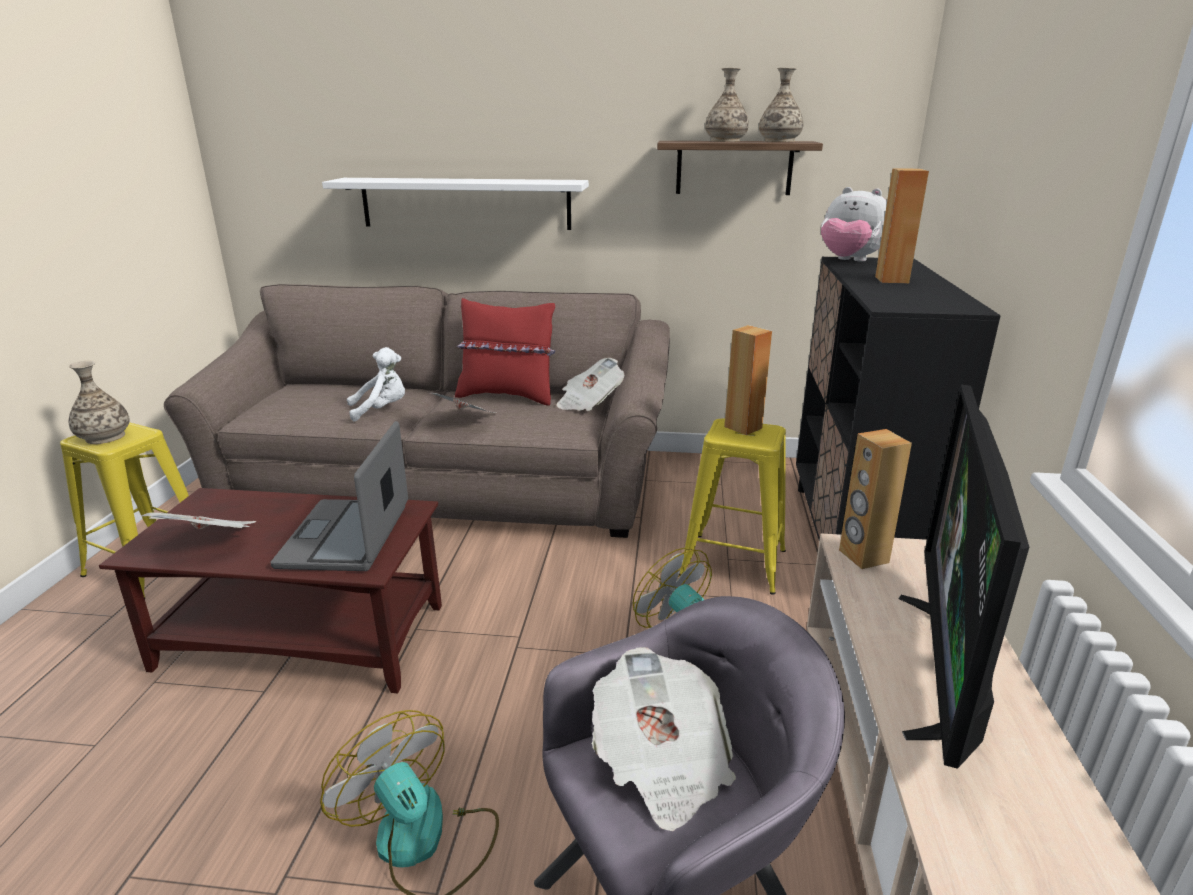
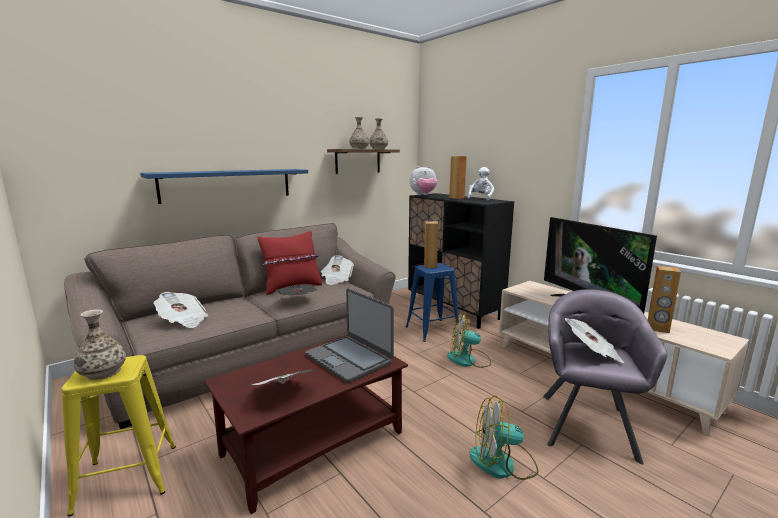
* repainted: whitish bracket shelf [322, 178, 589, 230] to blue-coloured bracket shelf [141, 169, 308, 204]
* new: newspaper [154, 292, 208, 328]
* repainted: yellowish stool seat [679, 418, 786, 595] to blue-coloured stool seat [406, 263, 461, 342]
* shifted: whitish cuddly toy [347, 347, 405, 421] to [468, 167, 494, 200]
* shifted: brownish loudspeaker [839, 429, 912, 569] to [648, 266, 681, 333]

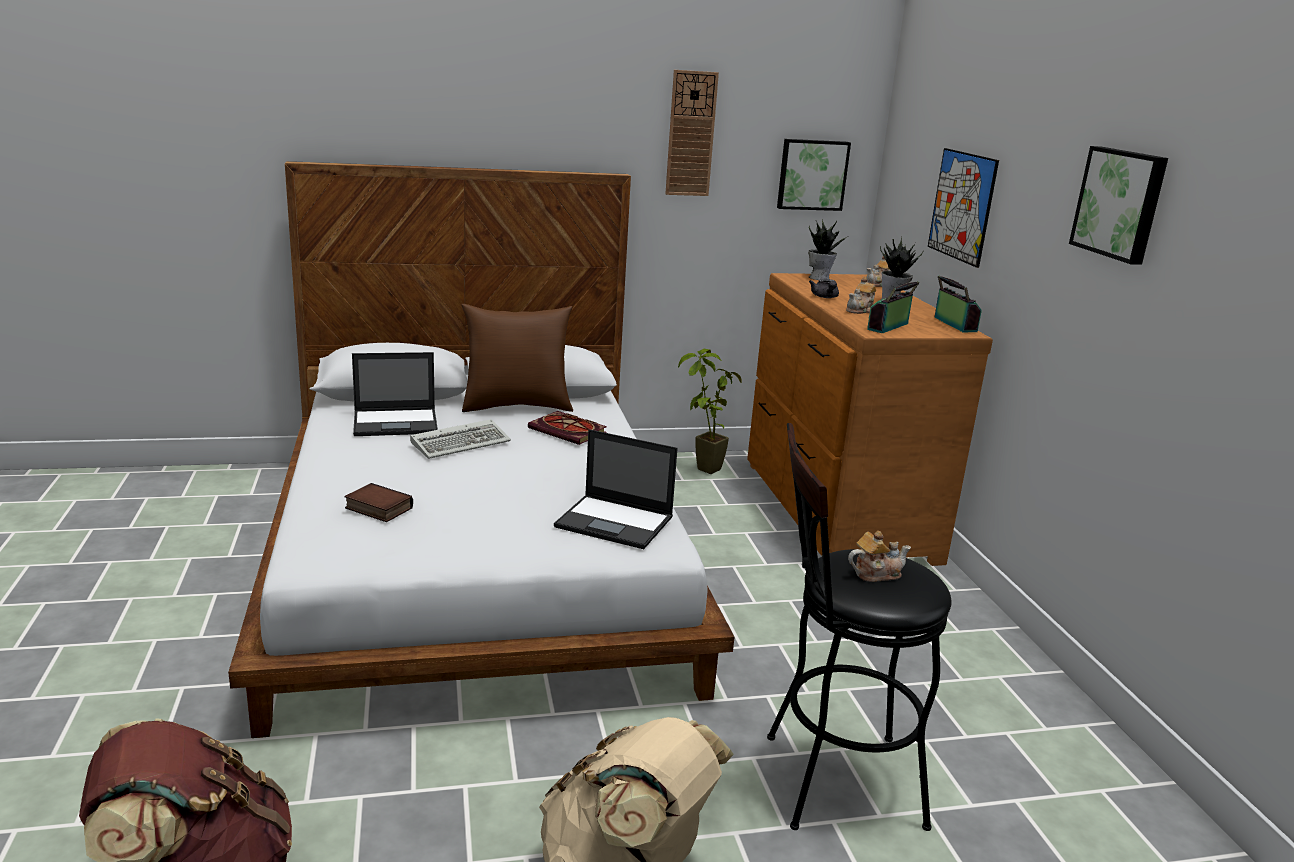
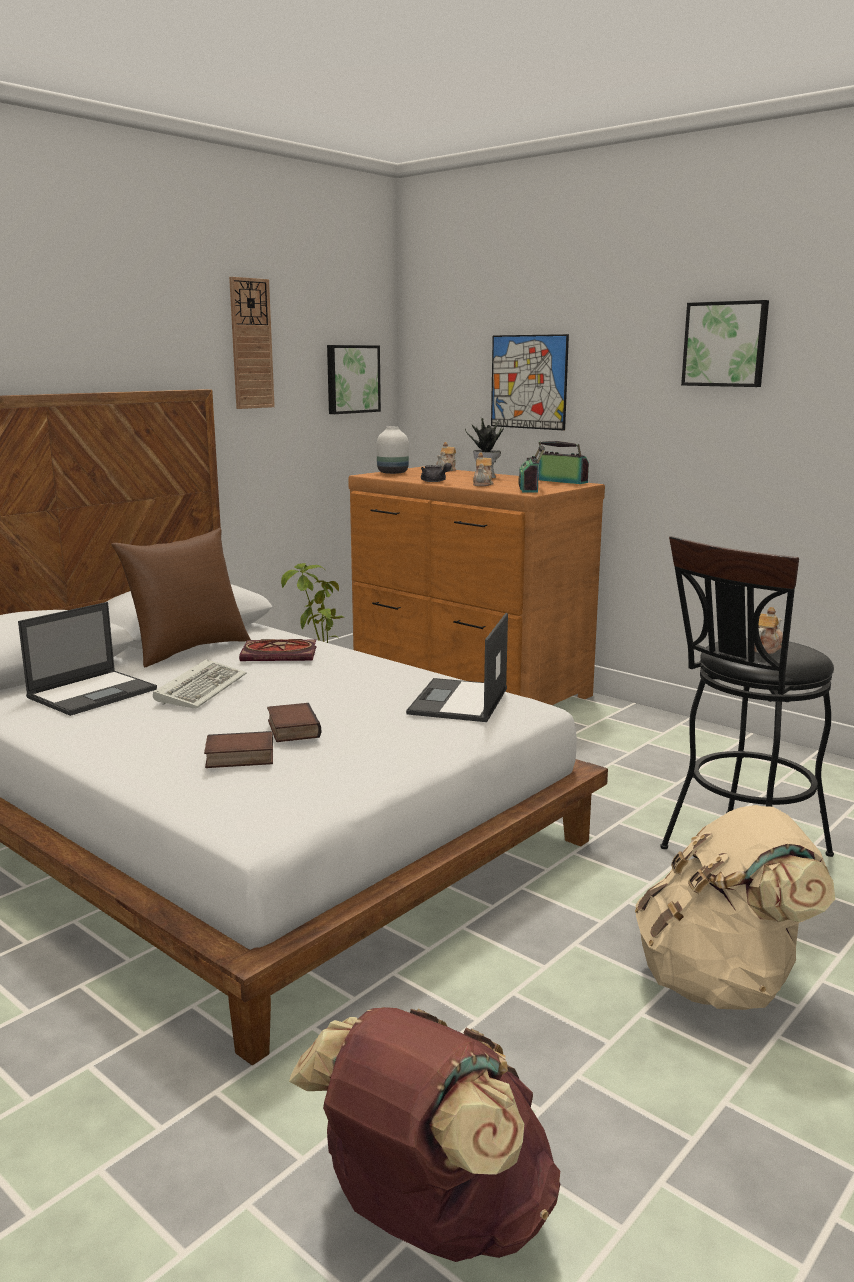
* new: volume [267, 703, 321, 742]
* swapped: houseplant [808, 220, 849, 280] to whitish flower vase [377, 426, 409, 474]
* rotated: notebook computer [554, 429, 678, 549] = [406, 613, 508, 722] 120 degrees clockwise

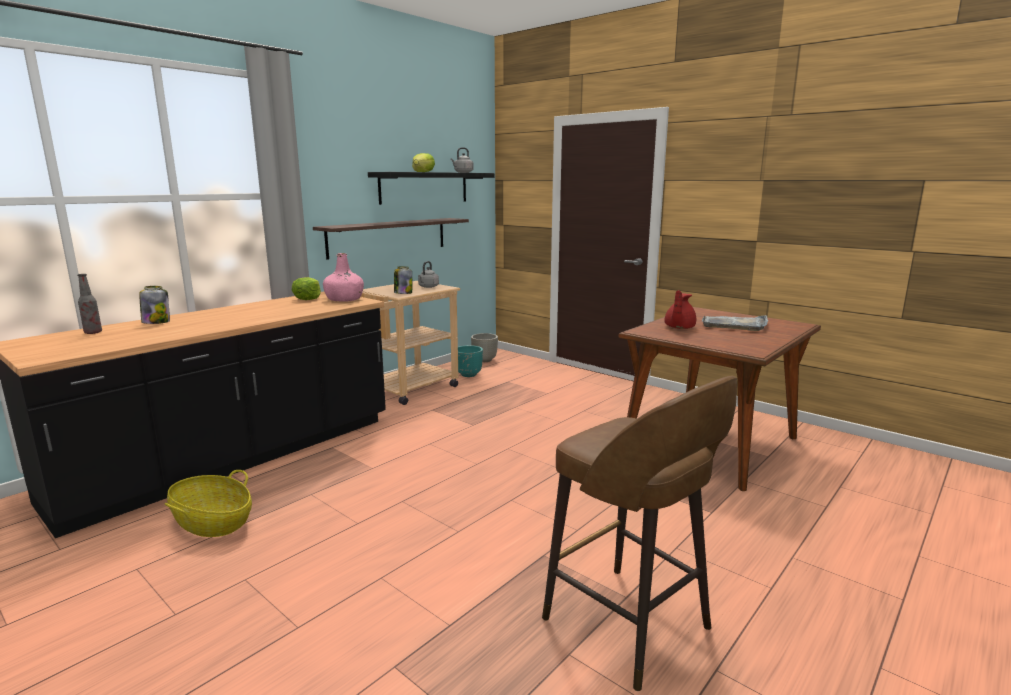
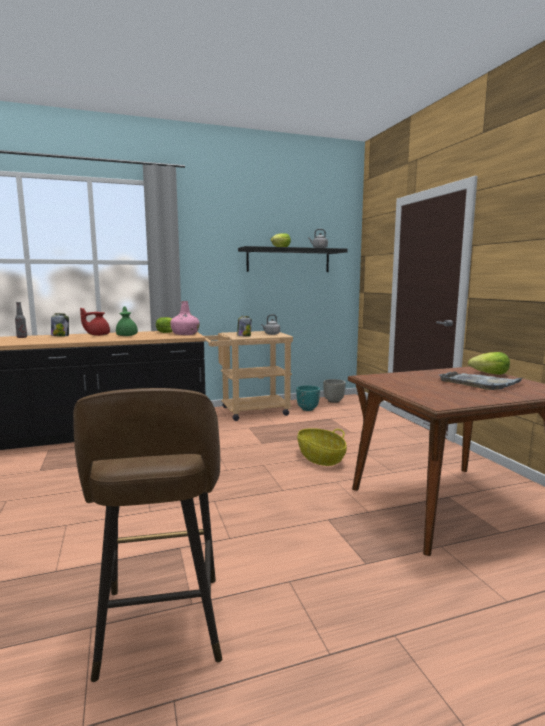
* shifted: reddish tea pot [664, 290, 696, 329] to [80, 308, 110, 336]
* new: green tea pot [116, 307, 138, 336]
* shifted: household basket [165, 470, 252, 537] to [297, 428, 347, 466]
* new: lettuce head [468, 352, 510, 375]
* gone: bracket shelf [313, 218, 469, 260]

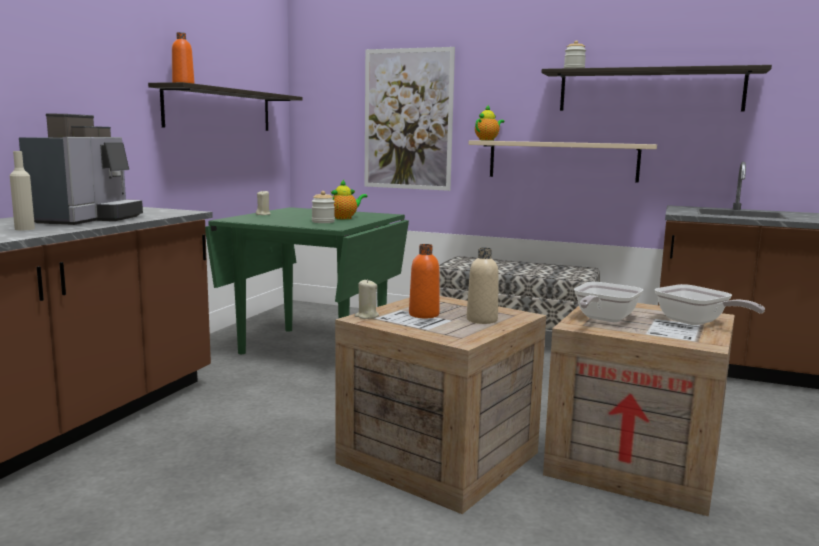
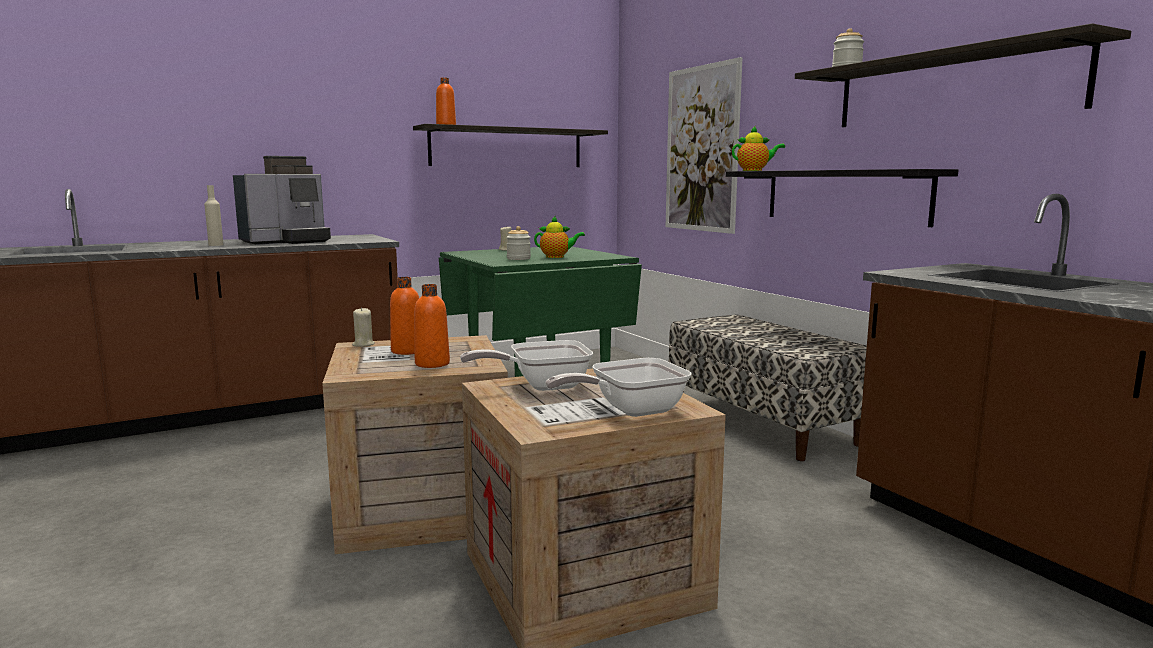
* repainted: beige-coloured bottle [467, 248, 499, 324] to orange bottle [414, 284, 450, 368]
* rotated: frying pan [655, 284, 765, 325] = [546, 358, 691, 417] 60 degrees clockwise
* repainted: beige-coloured bracket shelf [468, 140, 657, 183] to blackish bracket shelf [726, 169, 959, 227]

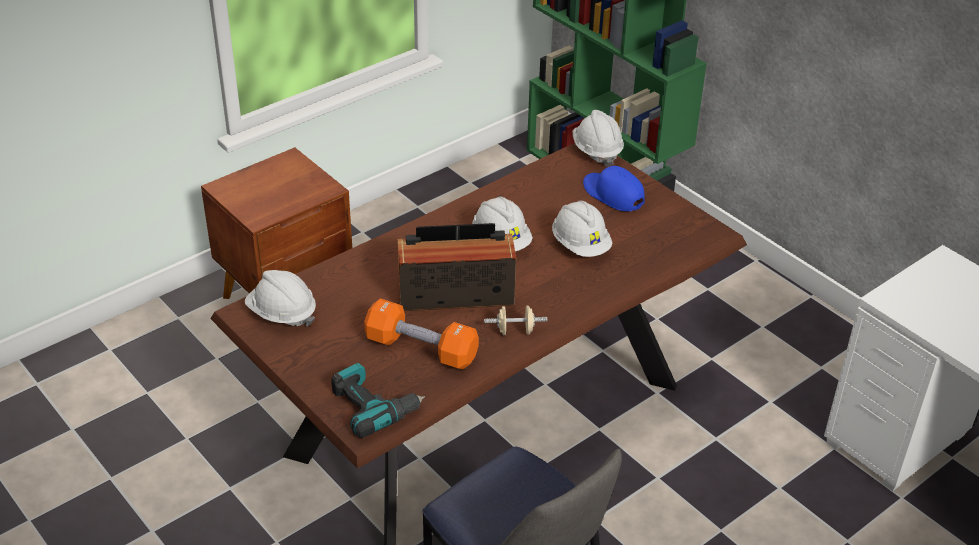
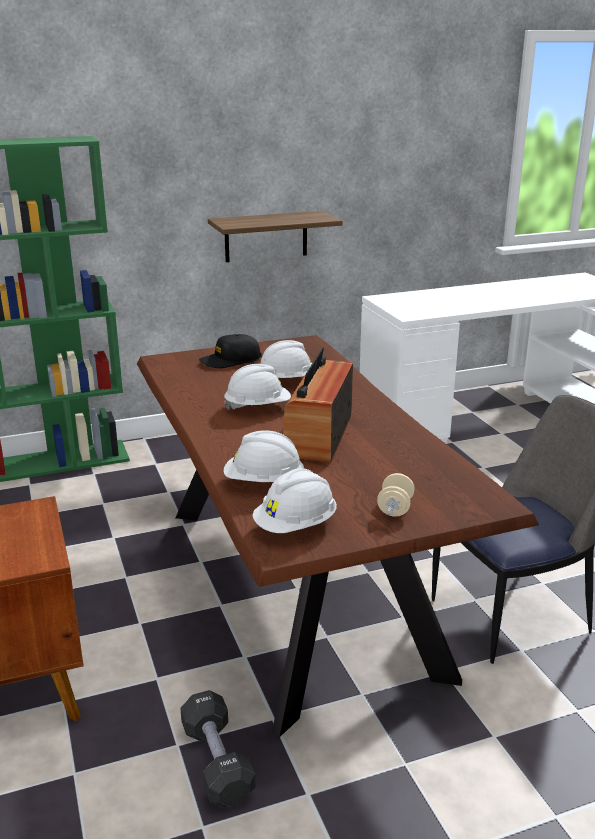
* new: blackish free weight [180, 690, 255, 808]
* repainted: blue-coloured peaked cap [583, 166, 645, 211] to blackish peaked cap [199, 334, 262, 368]
* new: bracket shelf [208, 211, 343, 262]
* shifted: whitish work helmet [573, 110, 624, 167] to [224, 430, 304, 482]
* shifted: beige-coloured free weight [484, 306, 548, 335] to [377, 473, 415, 517]
* gone: power drill [331, 363, 425, 438]
* gone: orange free weight [364, 298, 479, 369]

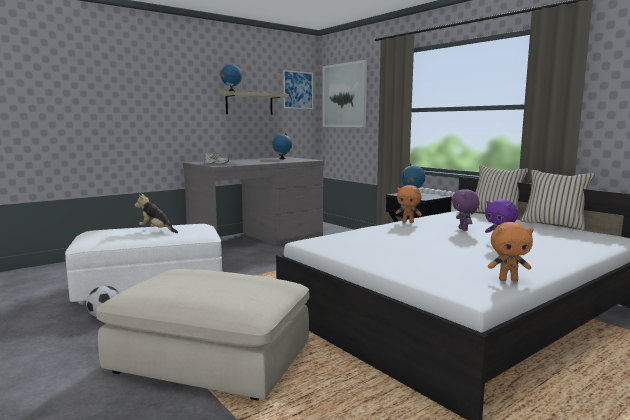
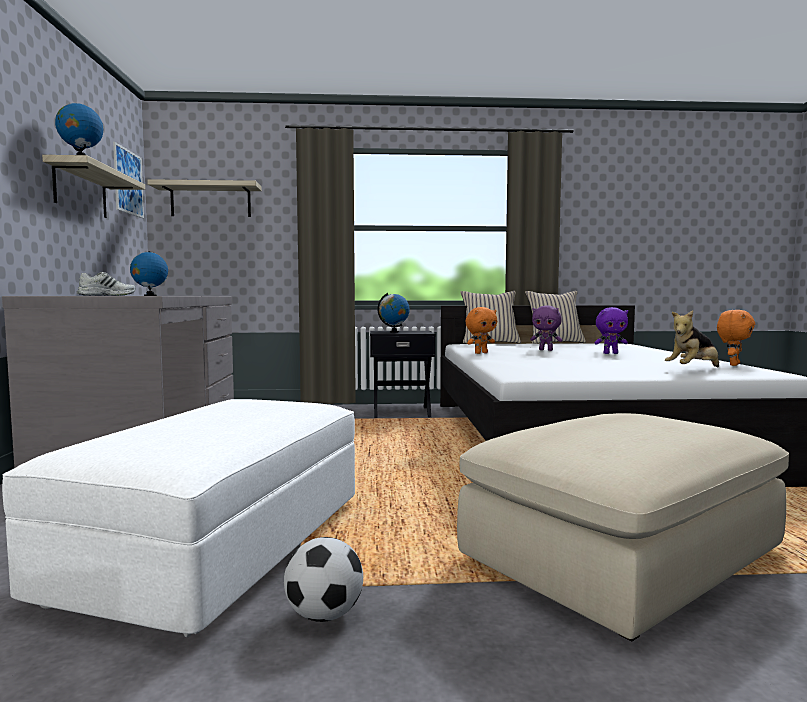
* swapped: wall art [323, 60, 367, 127] to bracket shelf [147, 179, 262, 217]
* shifted: cuddly toy [135, 194, 178, 233] to [665, 310, 719, 367]

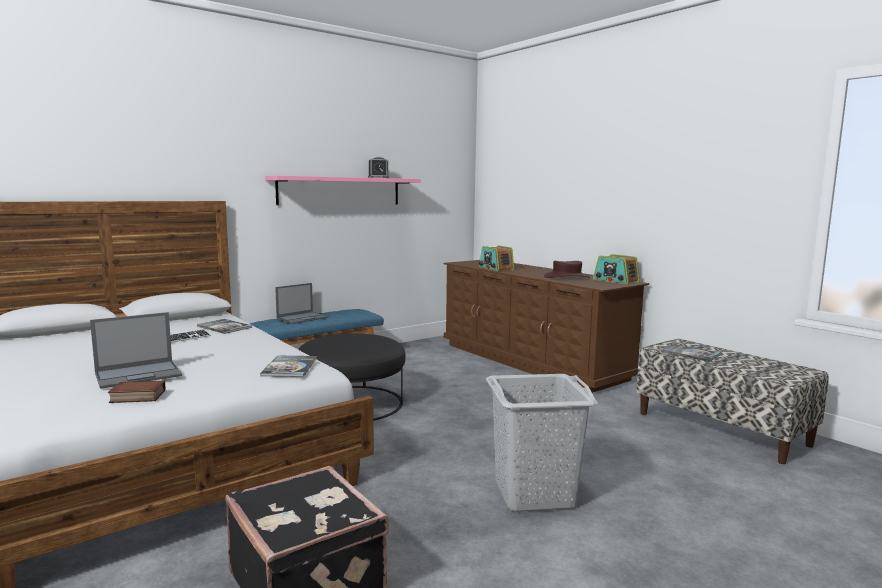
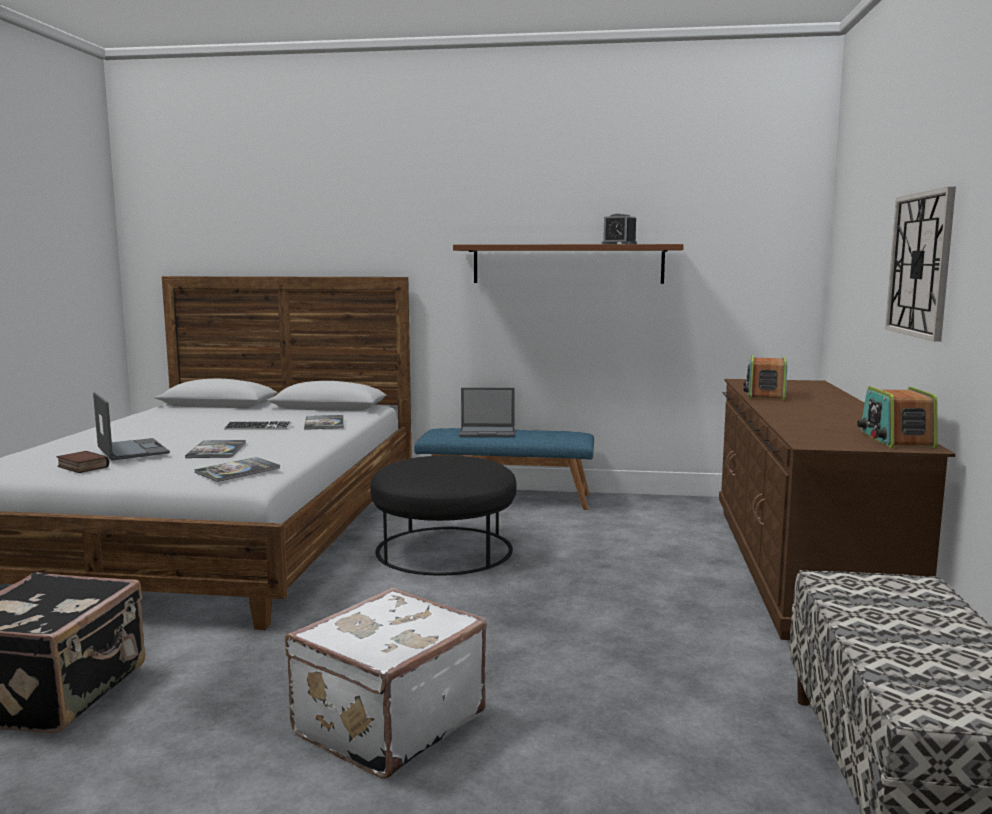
* rotated: notebook computer [90, 312, 182, 389] = [93, 392, 170, 461] 135 degrees counterclockwise
* shifted: volume [663, 344, 720, 362] to [185, 440, 246, 458]
* swapped: greyish laundry basket [486, 374, 598, 512] to whitish piece of luggage [285, 587, 487, 779]
* repainted: pinkish bracket shelf [265, 176, 421, 205] to brownish bracket shelf [453, 244, 684, 284]
* new: clock on the wall [885, 187, 956, 342]
* gone: brownish wearable hat [544, 261, 590, 278]

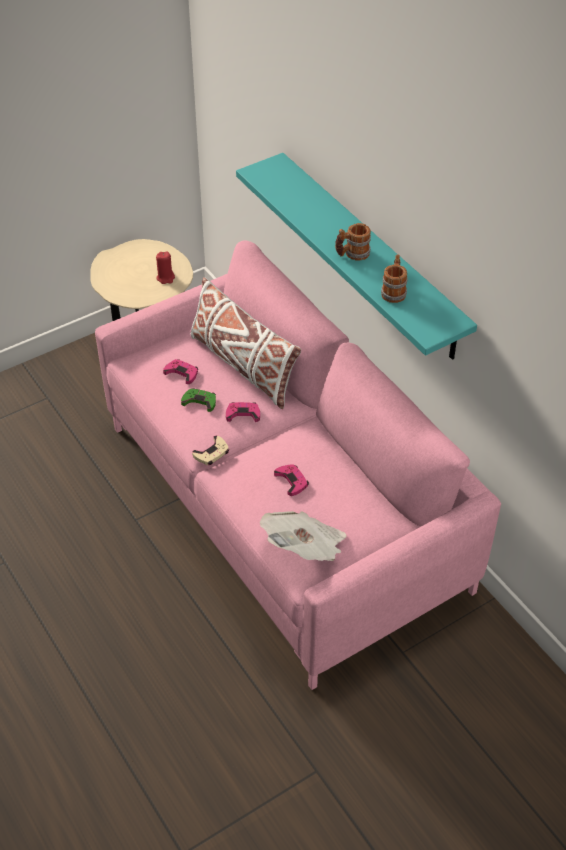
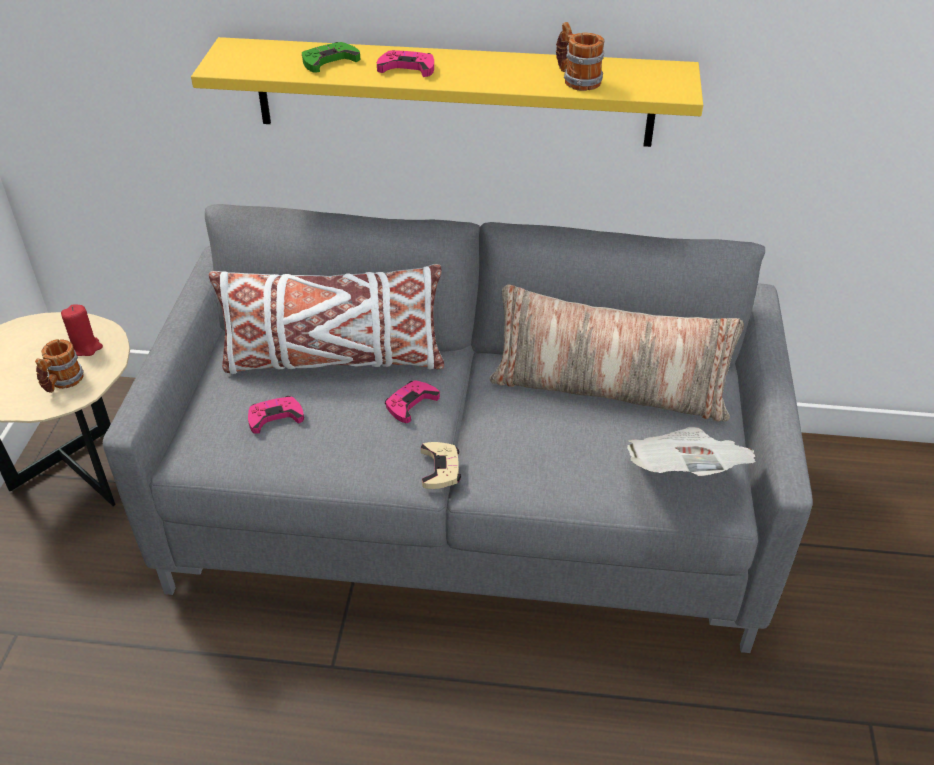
* shifted: mug [335, 223, 371, 261] to [35, 339, 84, 393]
* repainted: pinkish settee [95, 241, 501, 690] to greyish settee [103, 204, 813, 653]
* repainted: turquoise-coloured bracket shelf [236, 153, 477, 360] to yellowish bracket shelf [191, 37, 703, 147]
* shifted: green joypad [181, 388, 216, 412] to [302, 42, 361, 73]
* shifted: pinkish joypad [274, 464, 309, 496] to [377, 50, 434, 77]
* new: cushion [489, 284, 744, 422]

